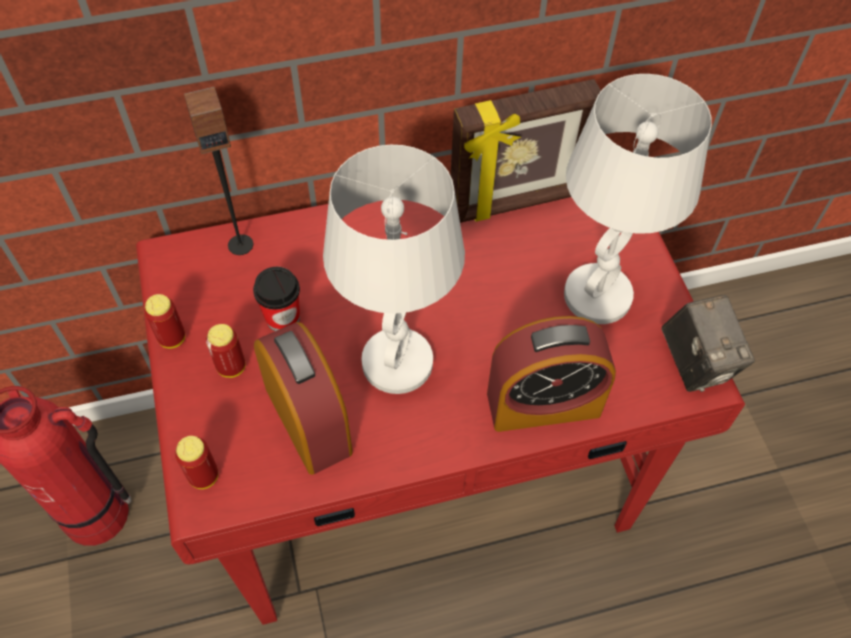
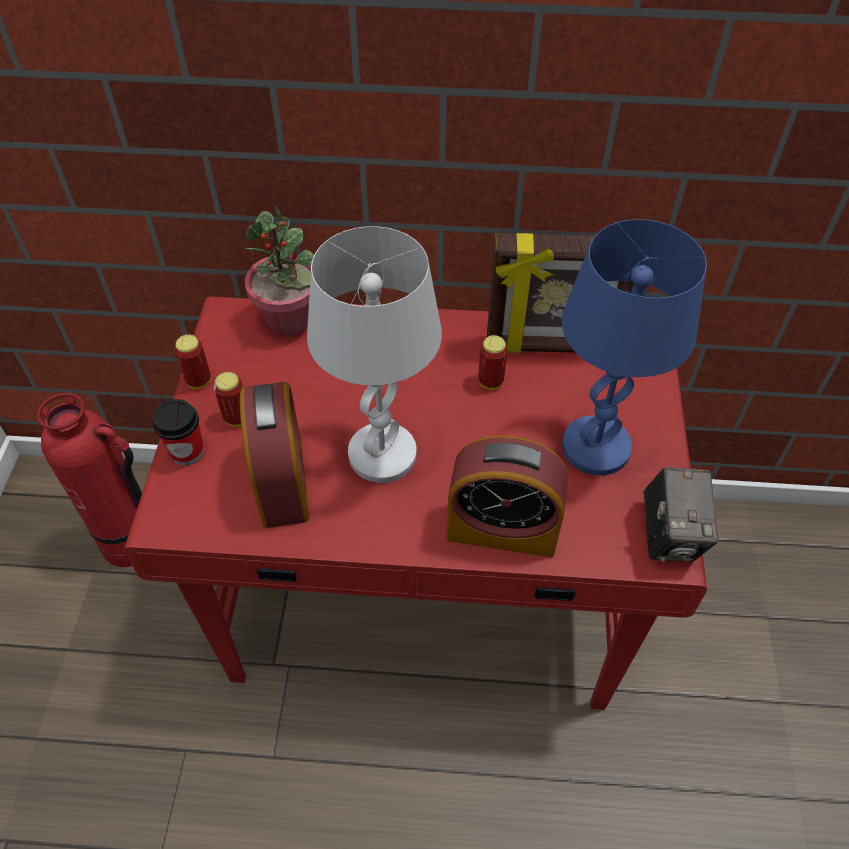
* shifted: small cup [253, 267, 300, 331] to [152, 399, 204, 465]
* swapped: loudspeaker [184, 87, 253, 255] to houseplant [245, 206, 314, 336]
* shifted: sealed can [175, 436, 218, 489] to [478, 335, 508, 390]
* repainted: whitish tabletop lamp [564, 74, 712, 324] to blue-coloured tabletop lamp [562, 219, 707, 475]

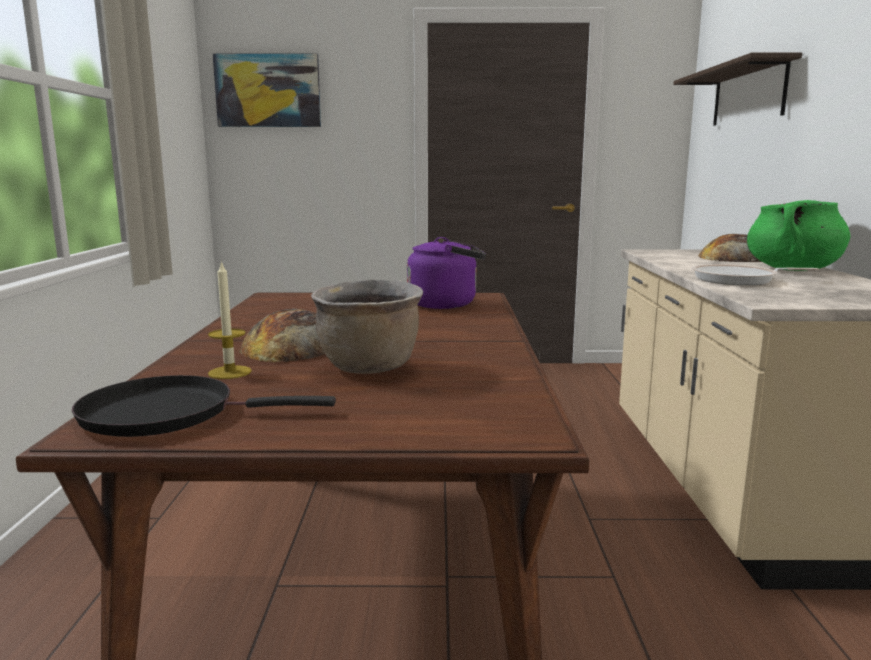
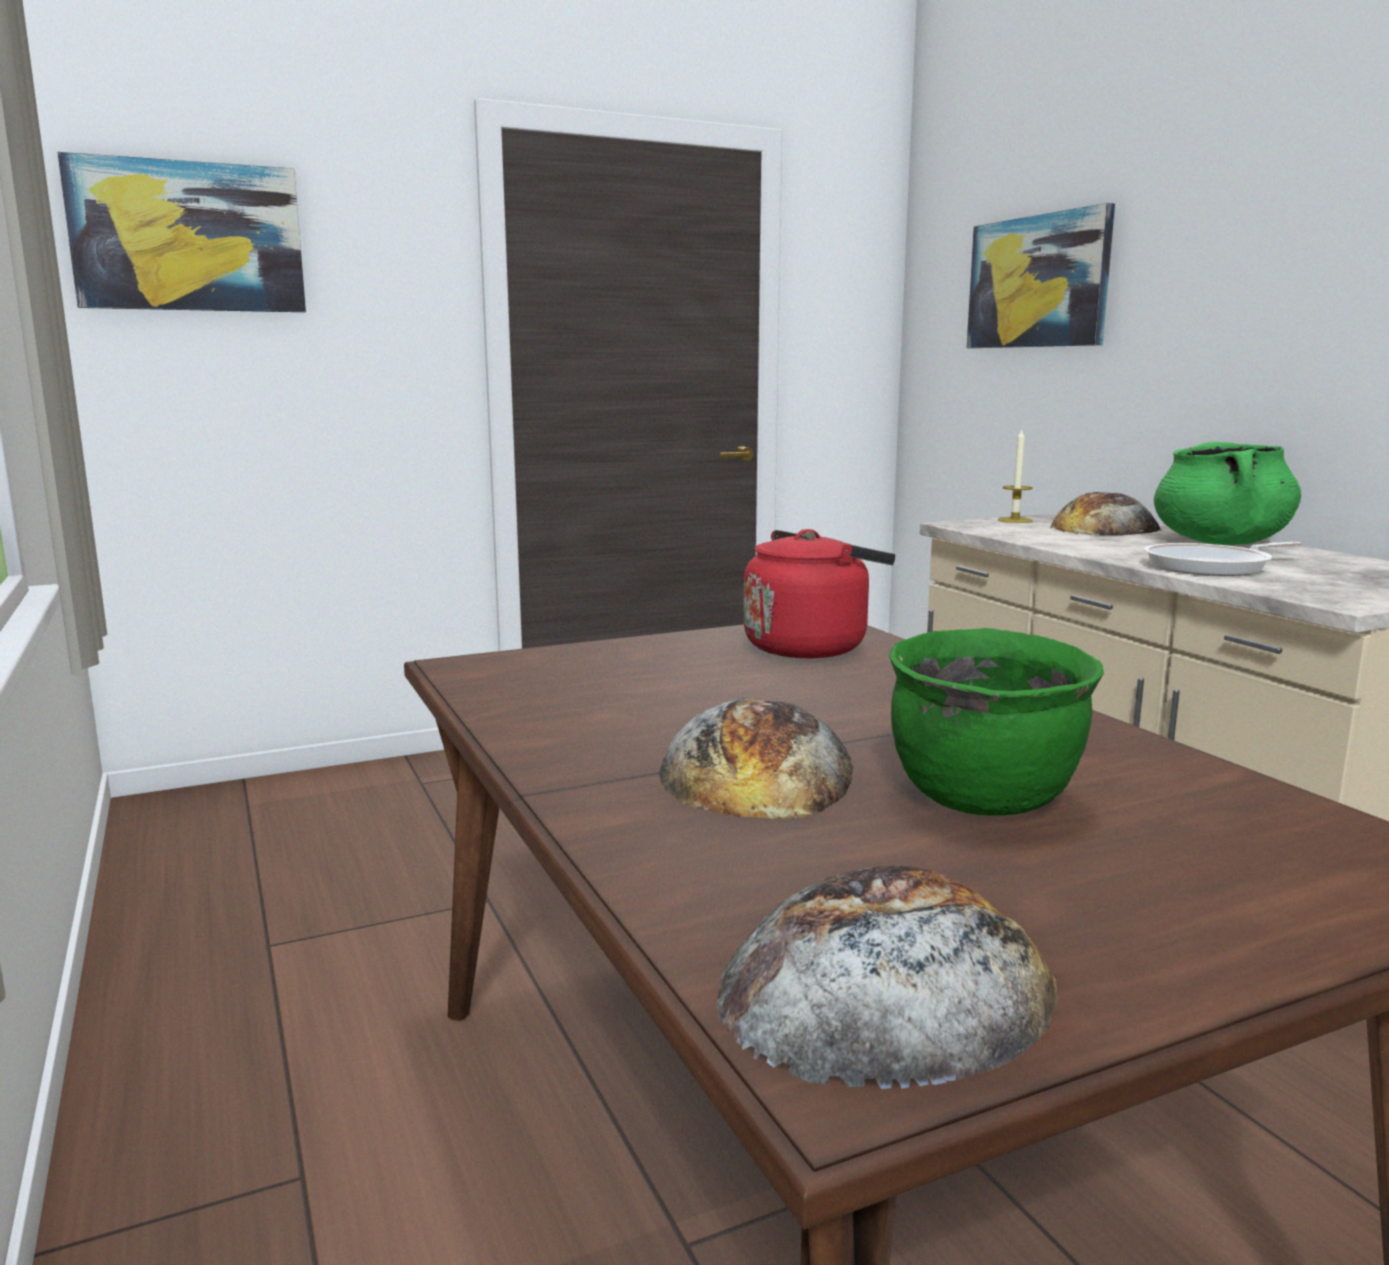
* swapped: blackish frying pan [72, 375, 336, 437] to bread [716, 865, 1058, 1089]
* repainted: purple-coloured kettle [407, 237, 486, 309] to reddish kettle [743, 529, 895, 658]
* repainted: brownish cooking pot [311, 280, 423, 374] to green cooking pot [889, 628, 1104, 816]
* swapped: bracket shelf [673, 52, 802, 126] to wall art [967, 203, 1115, 348]
* shifted: wax light [208, 260, 252, 379] to [998, 428, 1033, 523]

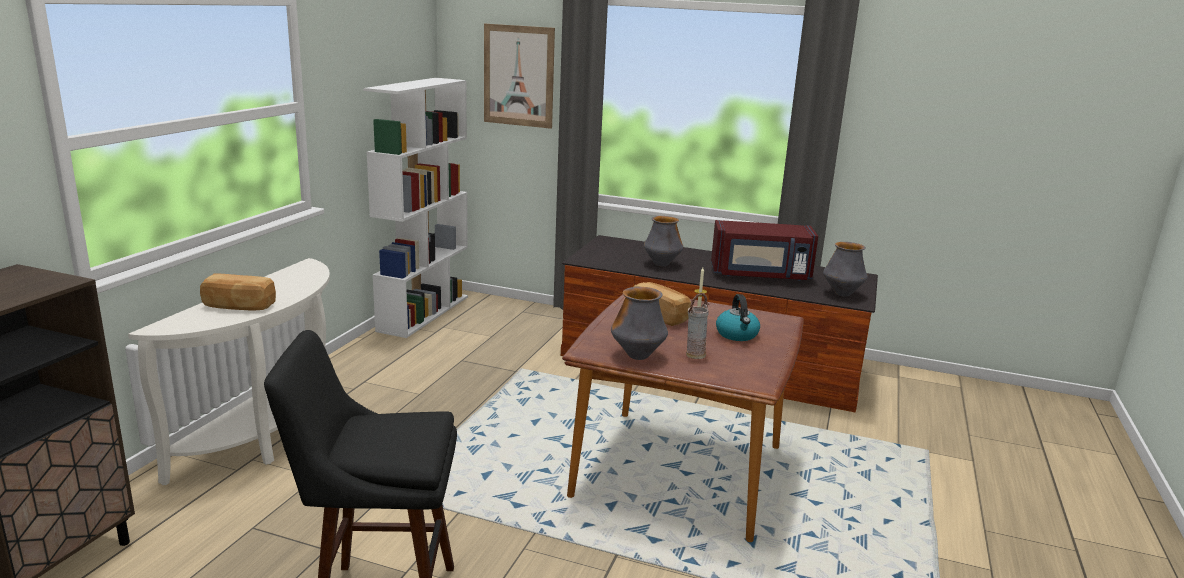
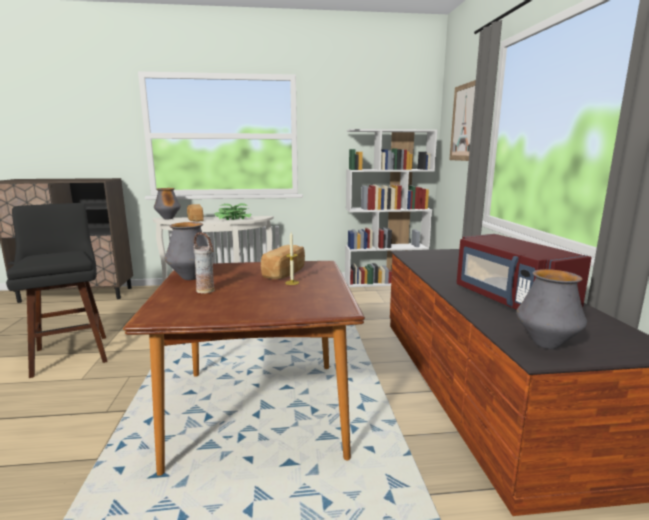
* shifted: flower vase [644, 216, 683, 267] to [154, 188, 181, 219]
* new: houseplant [215, 203, 251, 220]
* gone: kettle [716, 294, 760, 341]

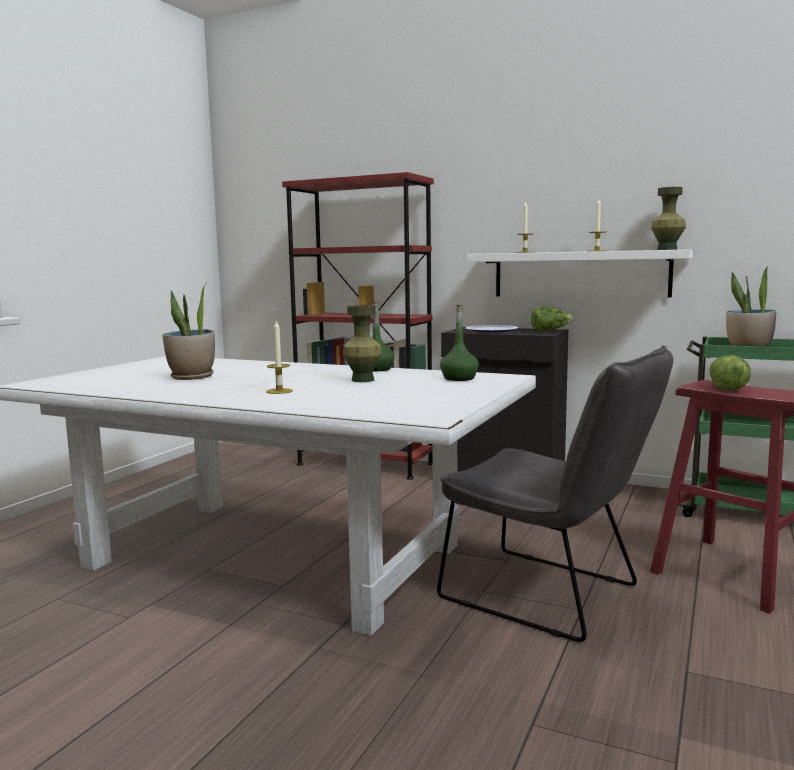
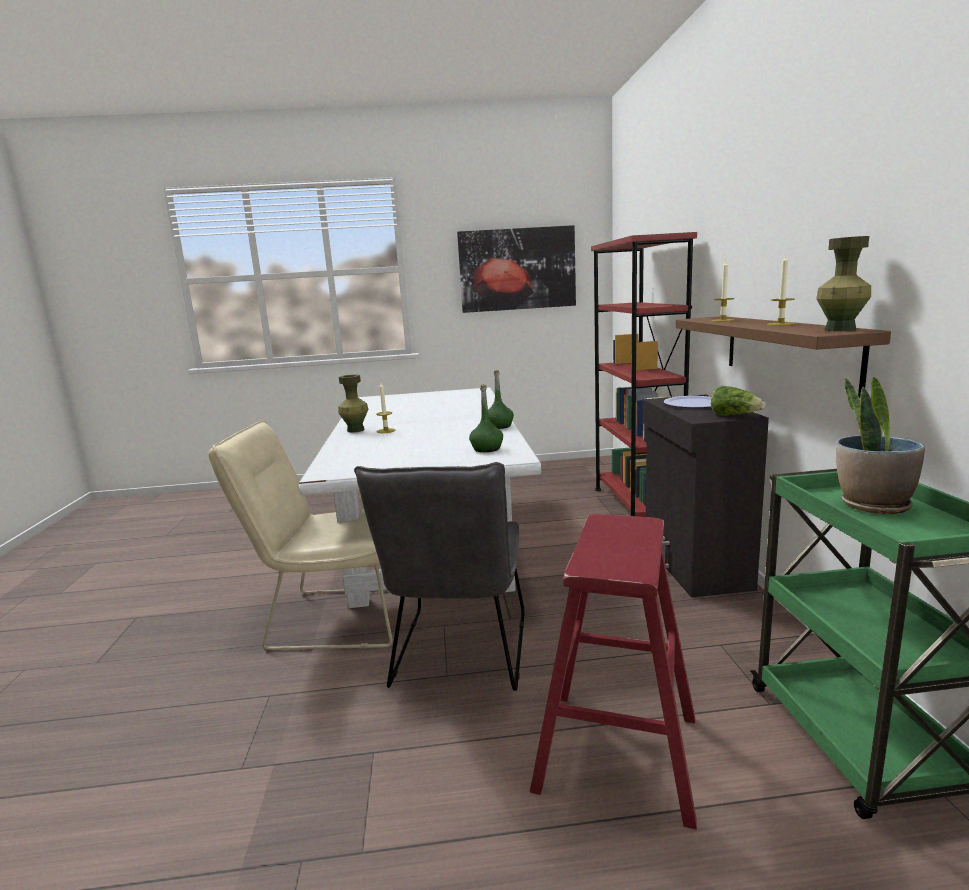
* new: beige-coloured plain chair [208, 421, 393, 651]
* shifted: green flower vase [343, 305, 382, 382] to [338, 375, 368, 433]
* new: wall art [457, 225, 576, 313]
* repainted: whitish bracket shelf [467, 249, 693, 297] to brownish bracket shelf [676, 317, 891, 398]
* gone: houseplant [162, 283, 215, 380]
* gone: lettuce head [709, 355, 751, 391]

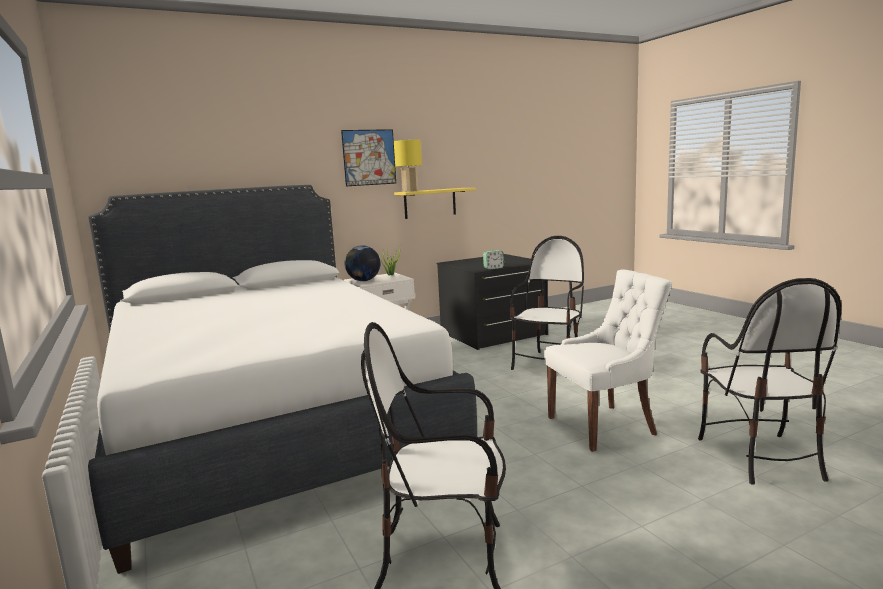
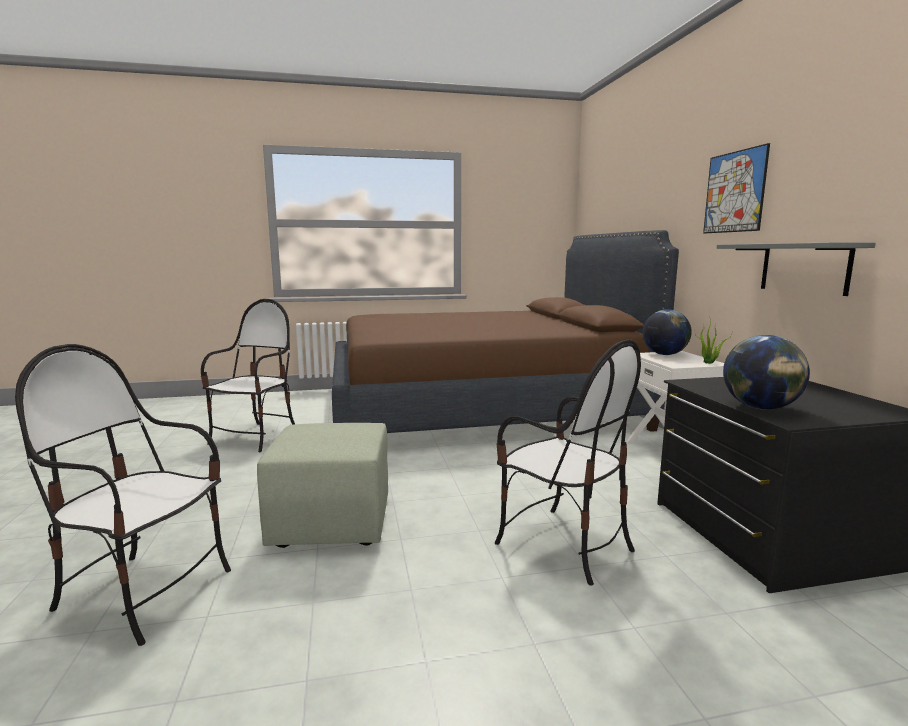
* swapped: whitish plain chair [544, 270, 672, 452] to green footrest [257, 423, 388, 548]
* repainted: whitish bed [88, 185, 477, 574] to brownish bed [332, 230, 679, 433]
* repainted: yellowish bracket shelf [394, 188, 476, 219] to greyish bracket shelf [717, 242, 876, 296]
* new: desk globe [723, 335, 810, 410]
* gone: yellowish tabletop lamp [394, 140, 422, 192]
* gone: alarm clock [483, 250, 504, 270]

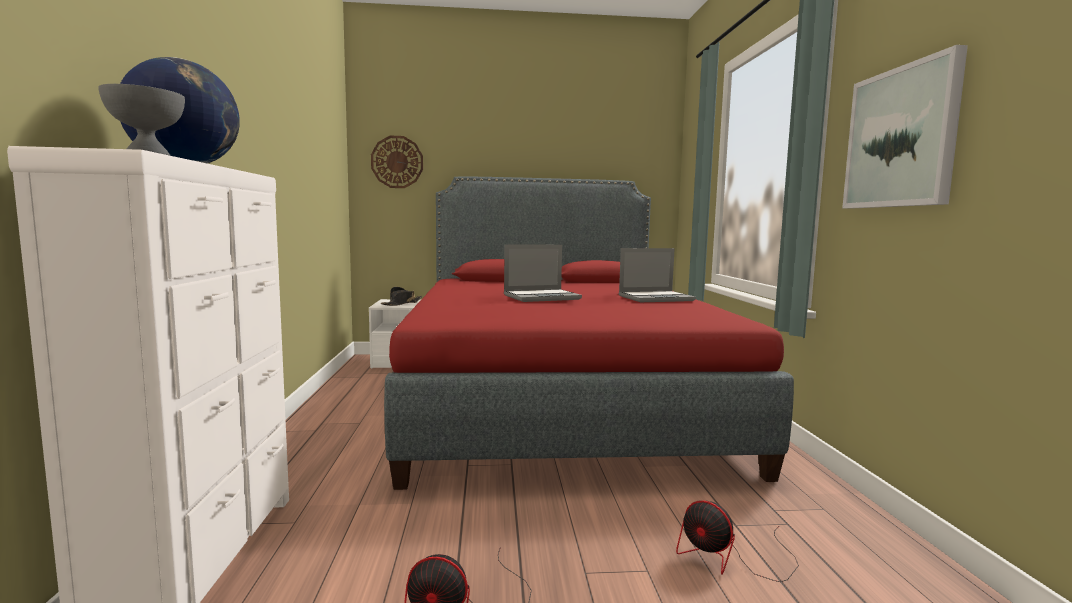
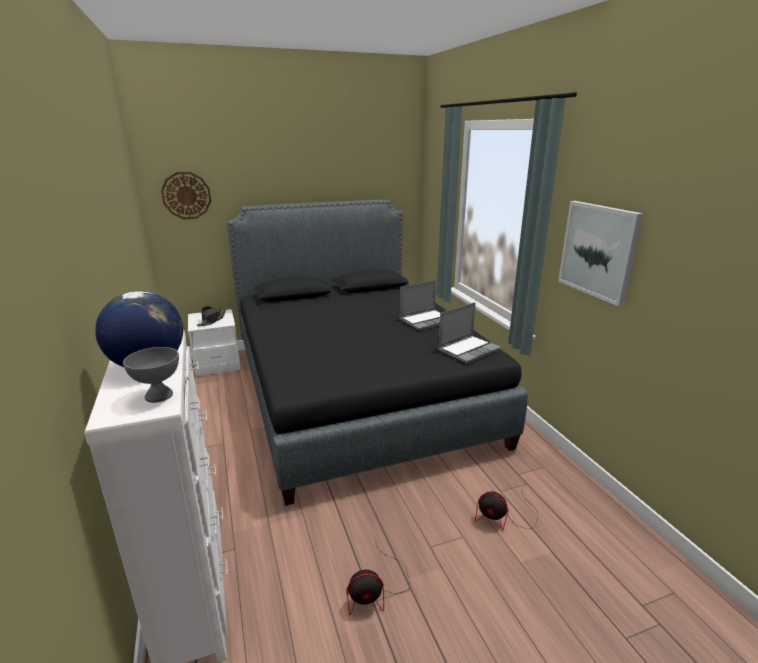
* repainted: reddish bed [384, 177, 794, 490] to blackish bed [227, 200, 528, 506]
* shifted: notebook computer [504, 244, 582, 302] to [438, 302, 501, 363]

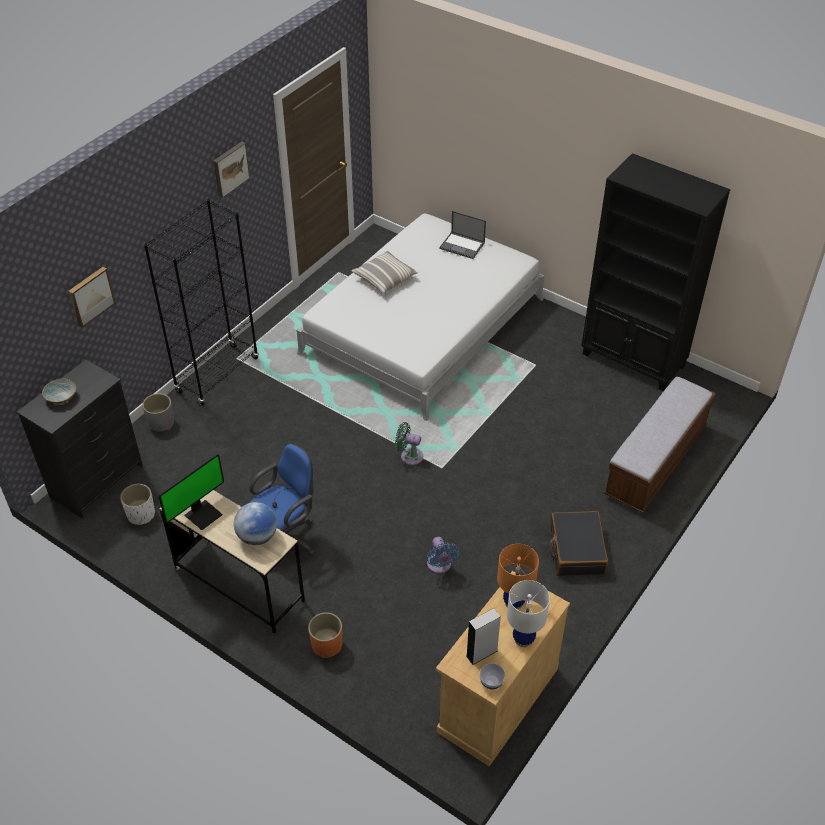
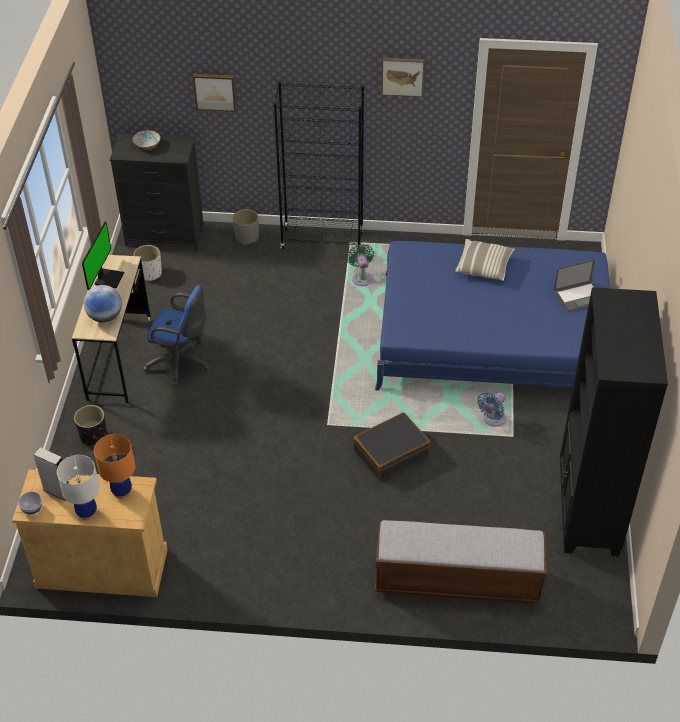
* repainted: orange flower pot [308, 612, 342, 658] to blackish flower pot [74, 405, 107, 446]
* rotated: monitor [158, 454, 224, 530] = [82, 222, 125, 290] 90 degrees counterclockwise
* shifted: green fan [395, 422, 423, 465] to [347, 244, 374, 286]
* shifted: blackish piece of luggage [550, 511, 608, 576] to [353, 412, 430, 480]
* repainted: whitish bed [296, 213, 544, 421] to blue-coloured bed [375, 241, 610, 390]
* shifted: blue-coloured fan [427, 537, 459, 574] to [477, 392, 506, 427]
* rotated: notebook computer [439, 211, 486, 259] = [554, 259, 596, 312] 105 degrees counterclockwise

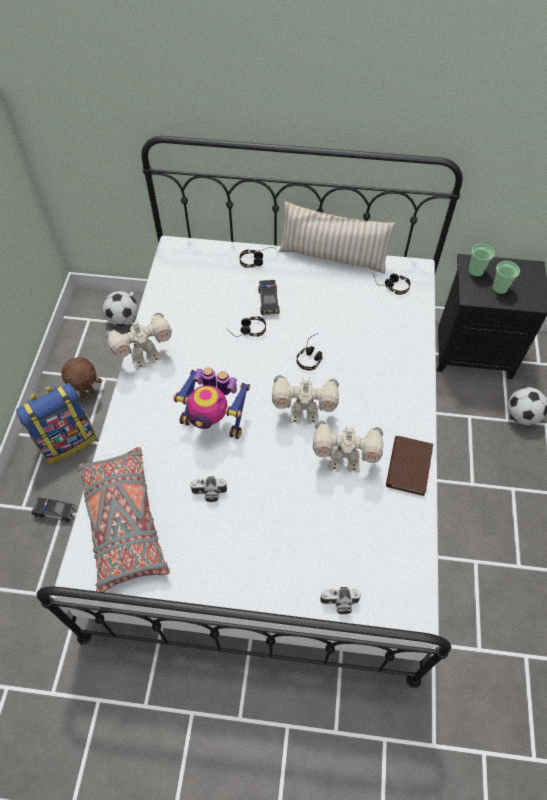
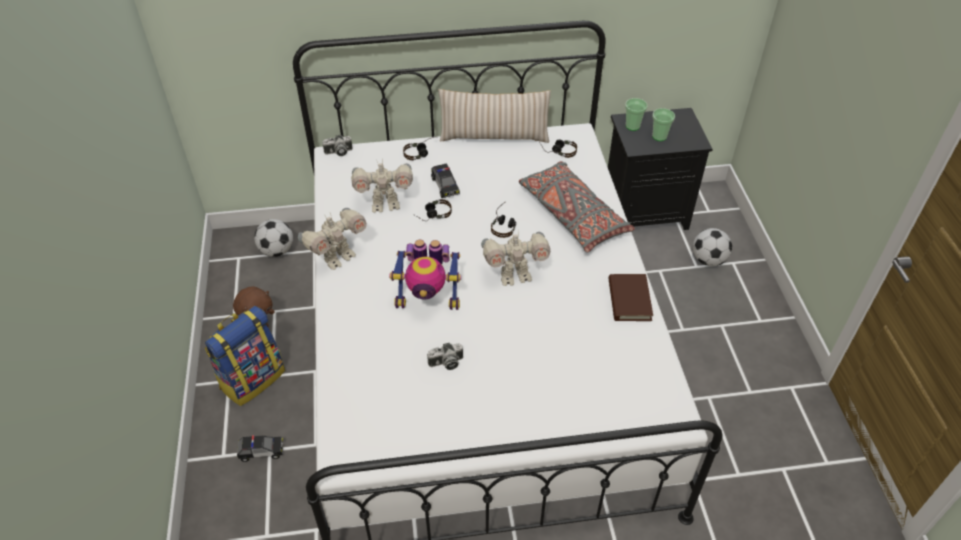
* shifted: photo camera [320, 587, 361, 614] to [322, 135, 353, 156]
* shifted: toy robot [313, 420, 384, 473] to [351, 159, 413, 213]
* shifted: greyish cushion [77, 447, 170, 592] to [519, 161, 635, 253]

